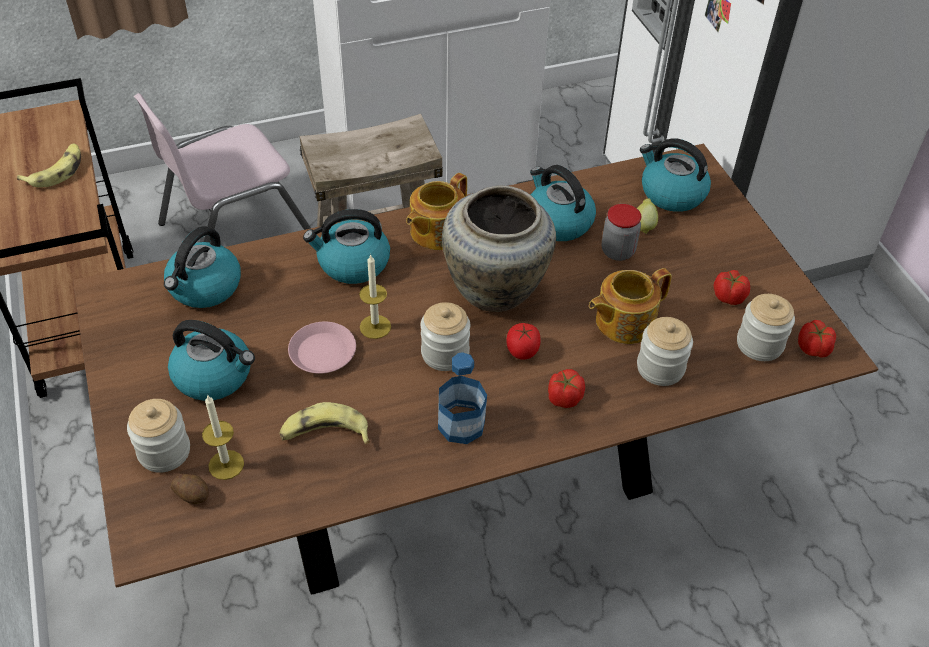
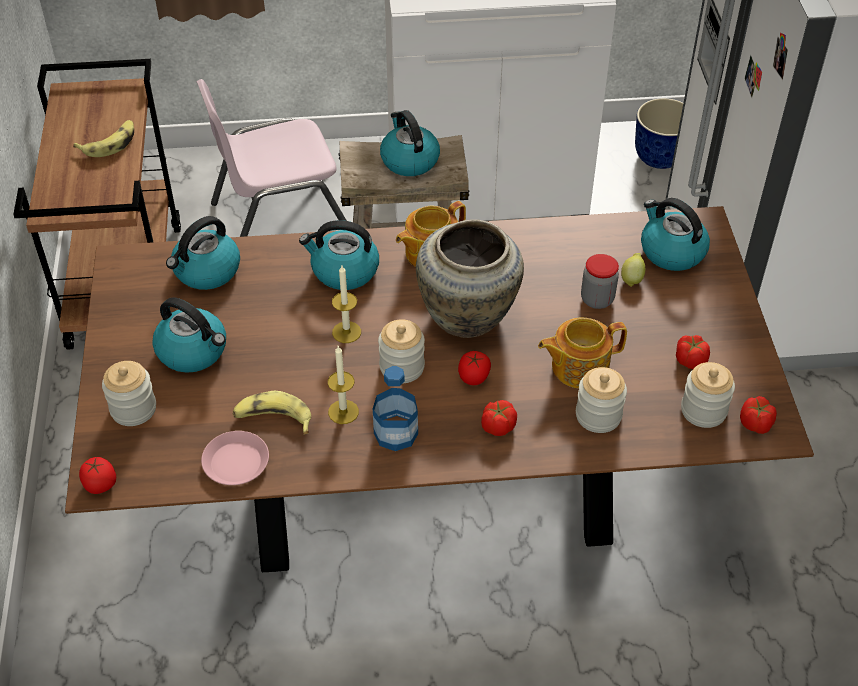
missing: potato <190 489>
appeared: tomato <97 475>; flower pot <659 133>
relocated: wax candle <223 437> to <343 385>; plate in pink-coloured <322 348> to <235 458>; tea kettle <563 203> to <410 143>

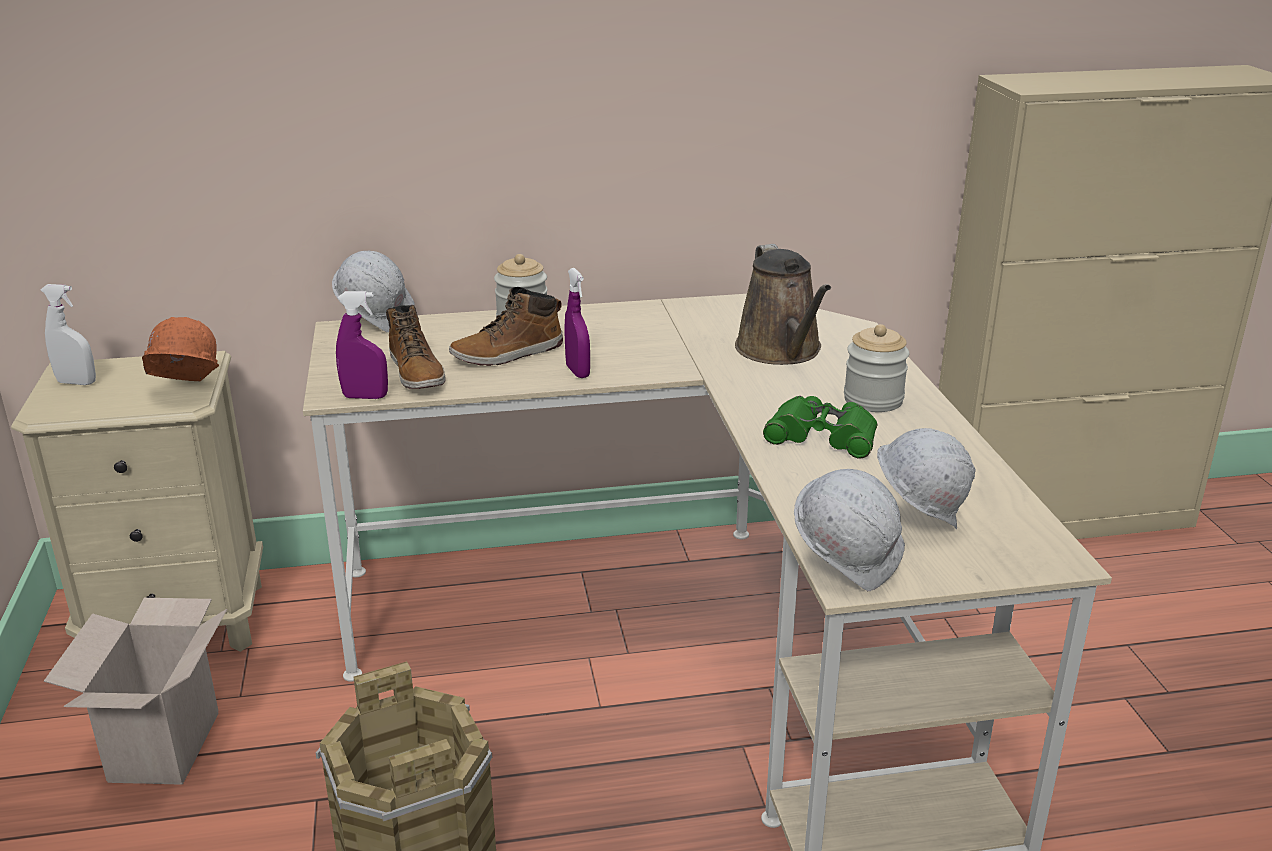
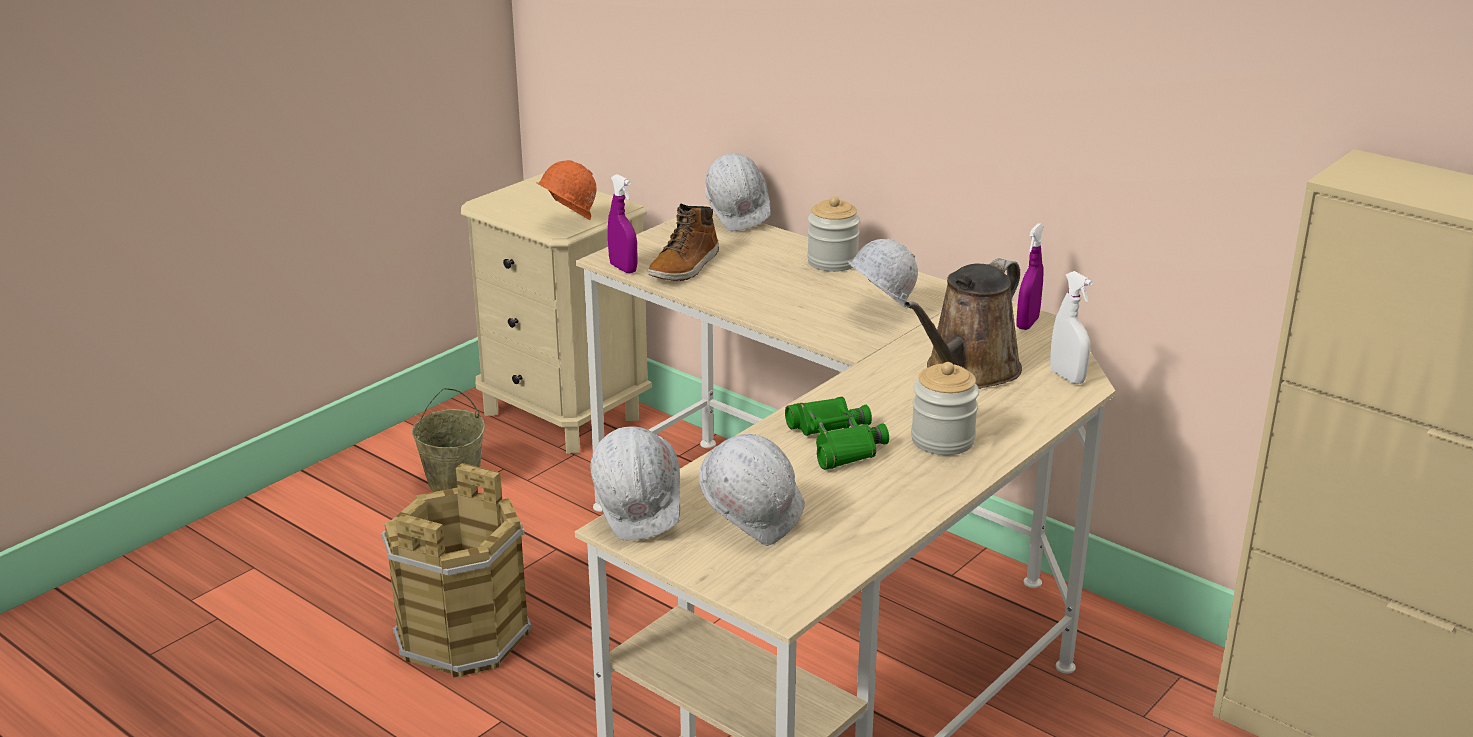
missing: tall boot <506 326>
appeared: safety helmet in whitish <883 274>
relocated: sprayer in whitish <68 334> to <1071 327>; sprayer in purplish <577 323> to <1030 276>
exchanged: carton <135 691> to water bucket in beige-coloured <448 440>

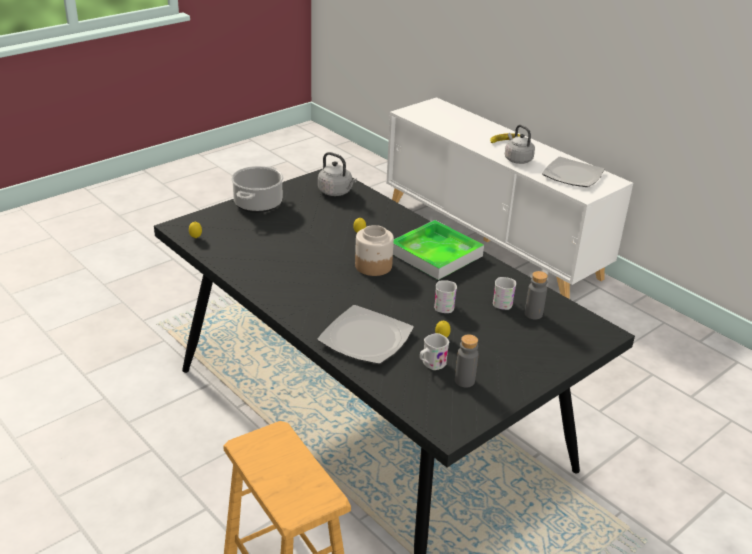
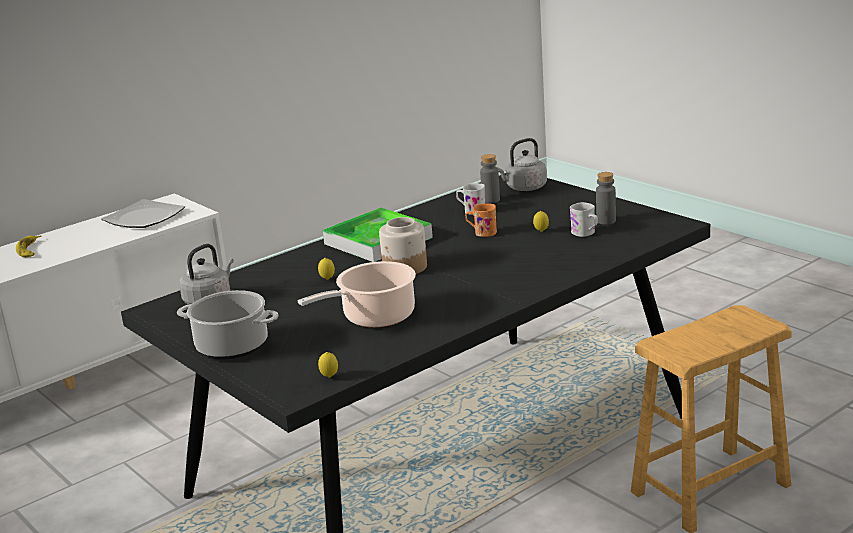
missing: plate <365 334>
appeared: stockpot <357 294>
relocated: tea kettle in gray <520 144> to <522 164>
colour: tea mug in whitish <445 296> to tea mug in orange <481 220>

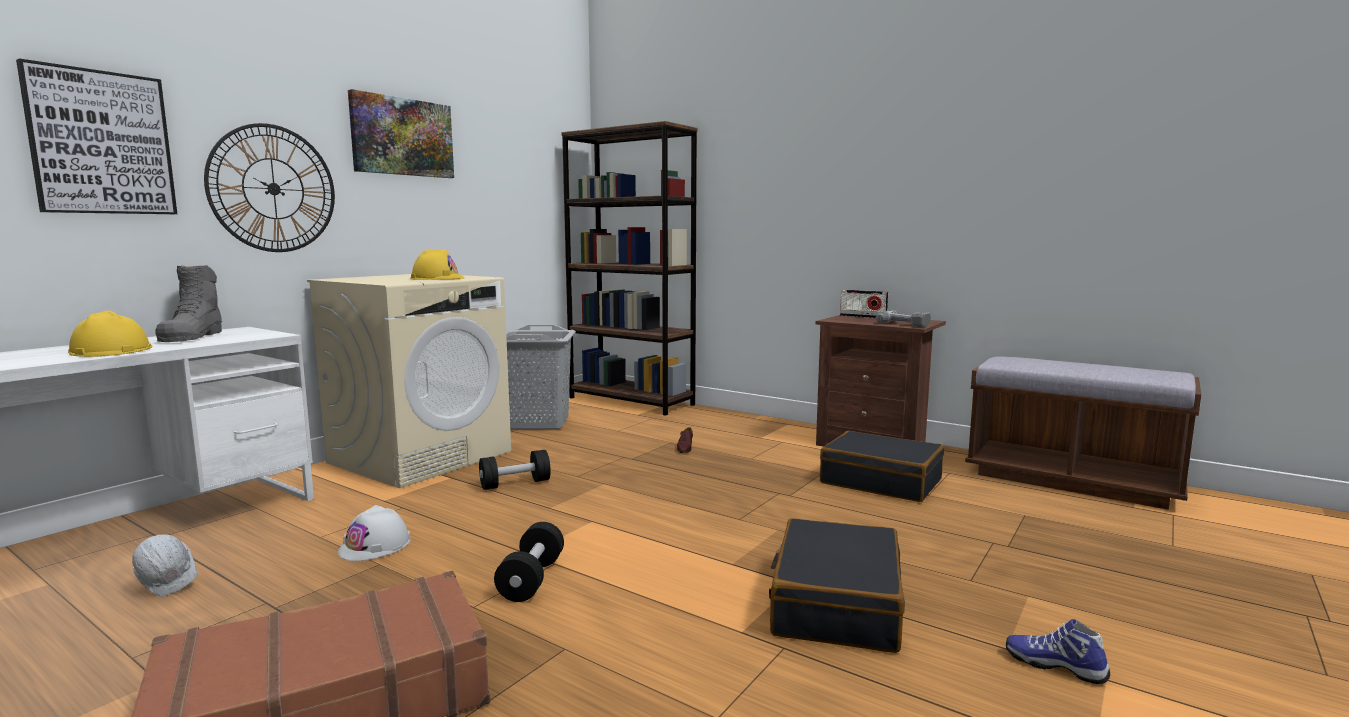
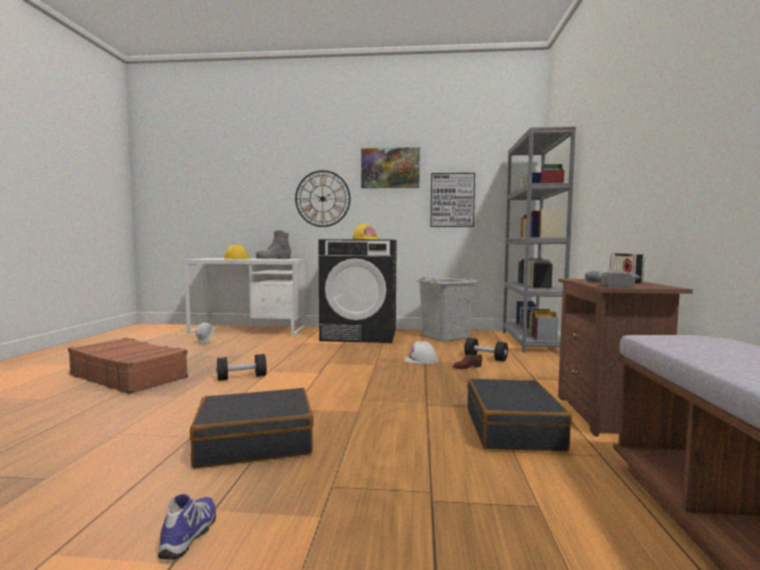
relocated: picture <96 136> to <452 200>; safety helmet in whitish <374 533> to <421 352>; hand weight in black <515 470> to <486 350>
colour: washing machine in beige-coloured <409 381> to washing machine in black <357 291>; bookcase in brown <629 268> to bookcase in gray <539 239>

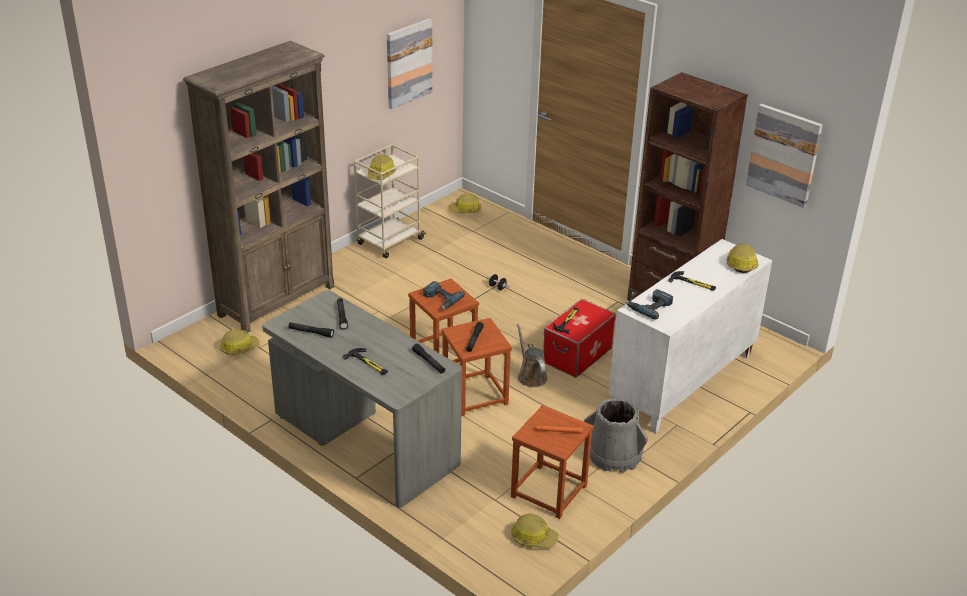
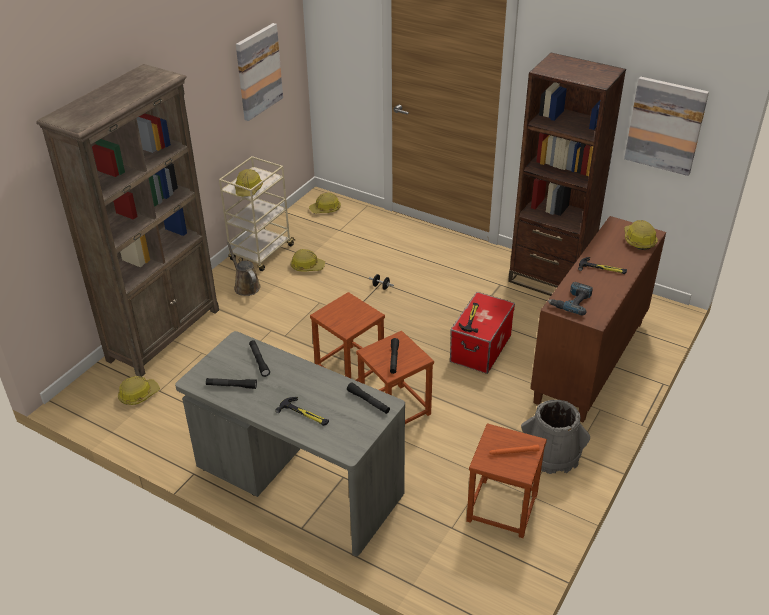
missing: drill <444 295>
relocated: safety helmet <535 530> to <307 260>; watering can in brown <532 355> to <244 269>
colour: storage cabinet in whitish <690 336> to storage cabinet in brown <598 319>

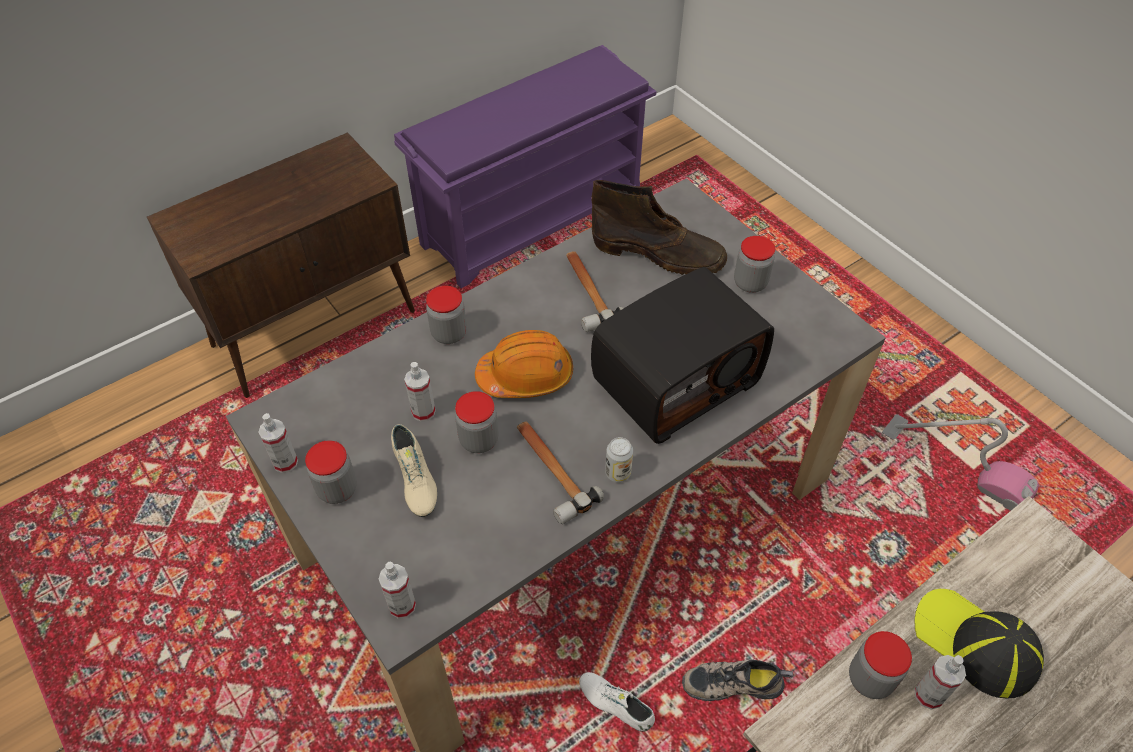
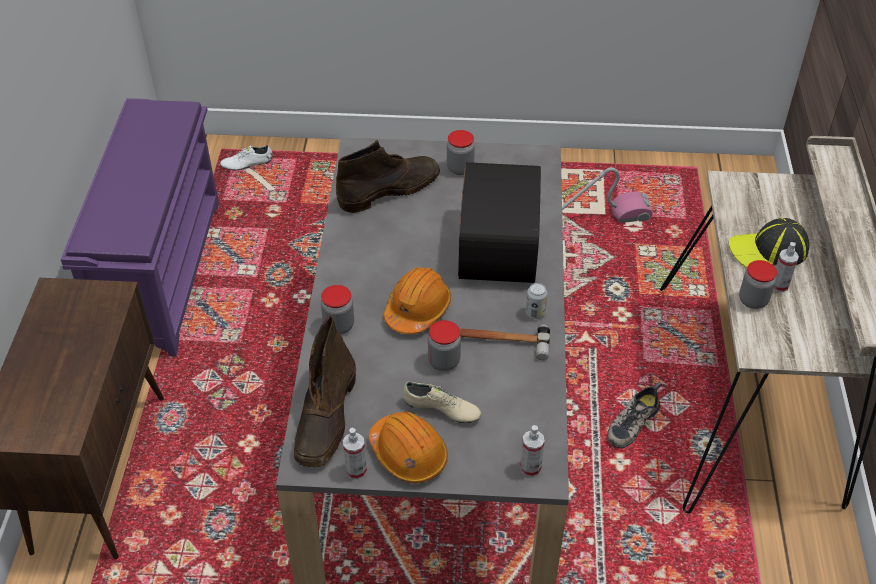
missing: sprayer <420 392>; tool hammer <594 291>
appeared: tall boot in brown <325 391>
relocated: shoe in whitish <617 702> to <246 158>
exchanged: preserve jar <331 472> to safety helmet in orange <408 447>

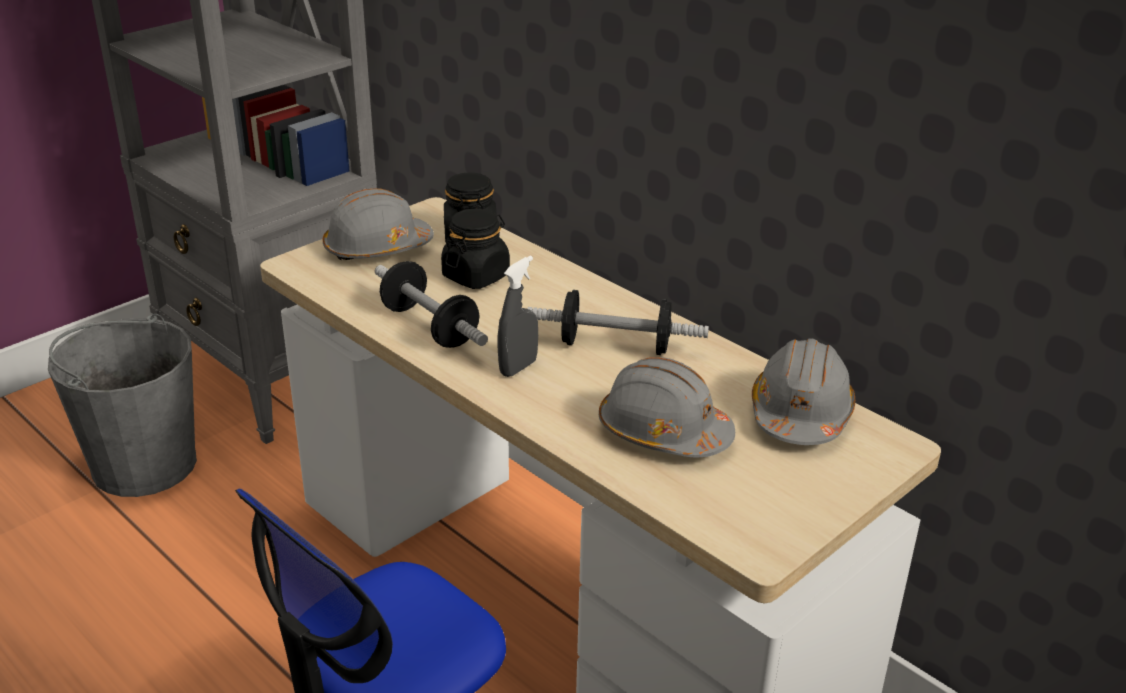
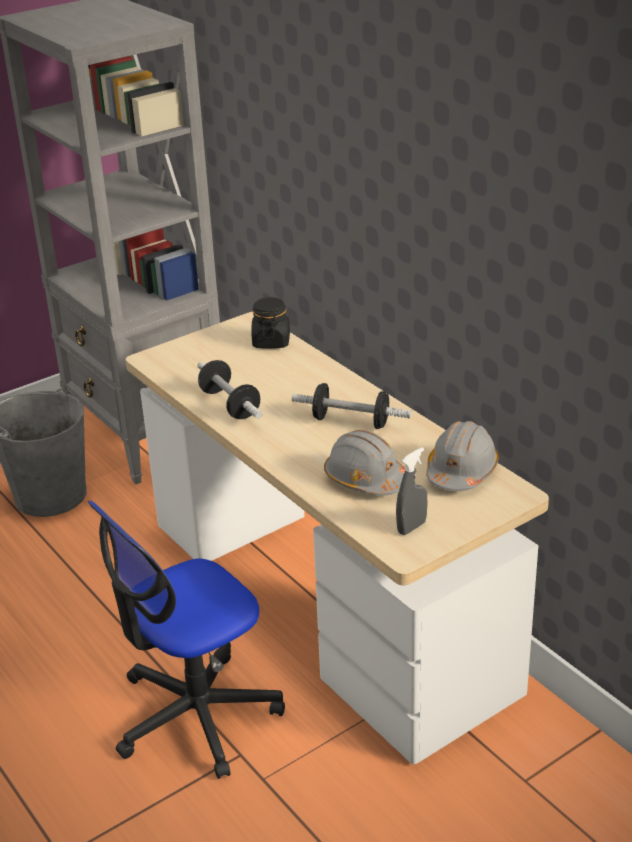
missing: safety helmet in gray <378 224>; preserve jar in black <475 249>
relocated: sprayer in gray <517 316> to <411 491>

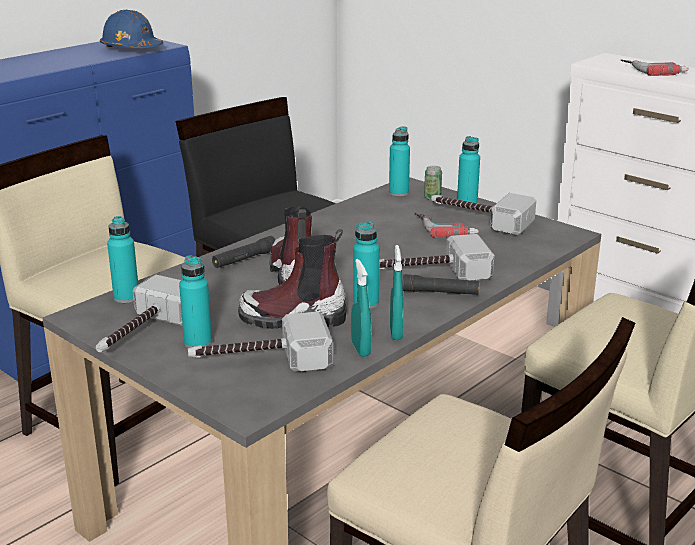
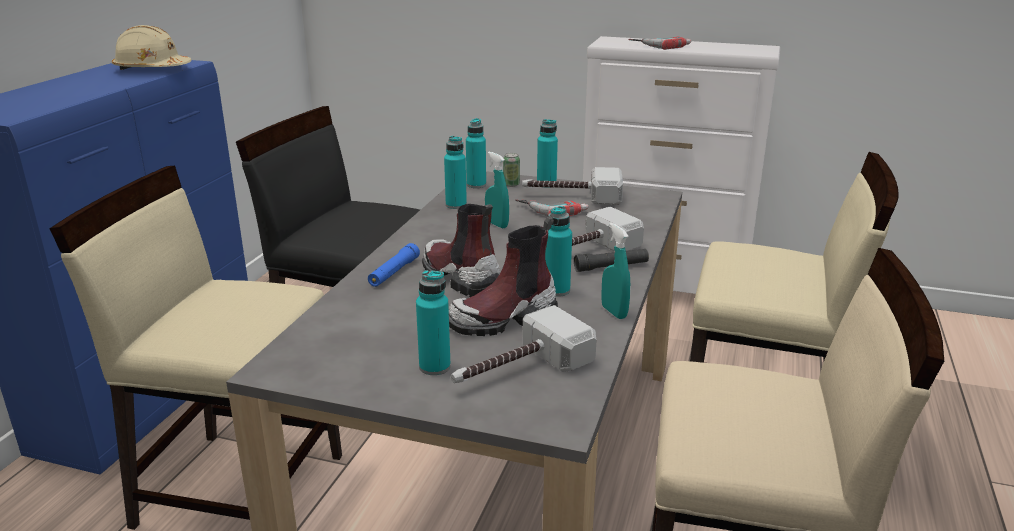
missing: tool hammer <139 313>
relocated: drink bottle in turquoise-coloured <122 259> to <455 172>; sprayer in turquoise-coloured <361 308> to <497 190>
colour: safety helmet in blue <131 29> to safety helmet in beige-coloured <151 47>; hand torch in black <244 252> to hand torch in blue <394 265>

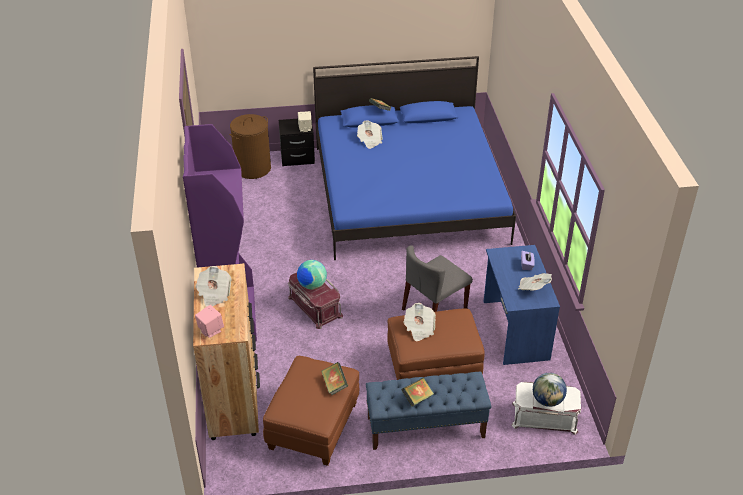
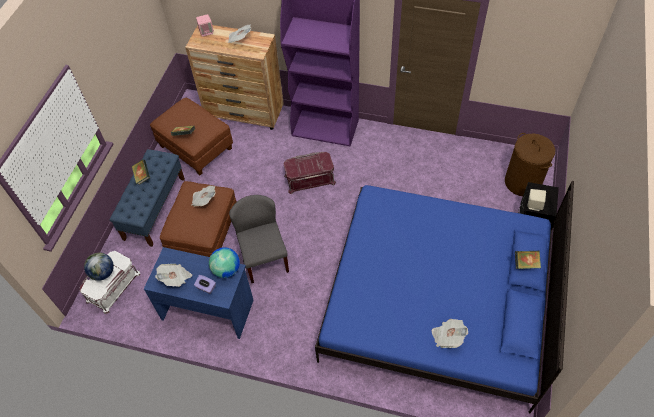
relocated: desk globe <312 275> to <224 262>; printed paper <369 134> to <450 333>

